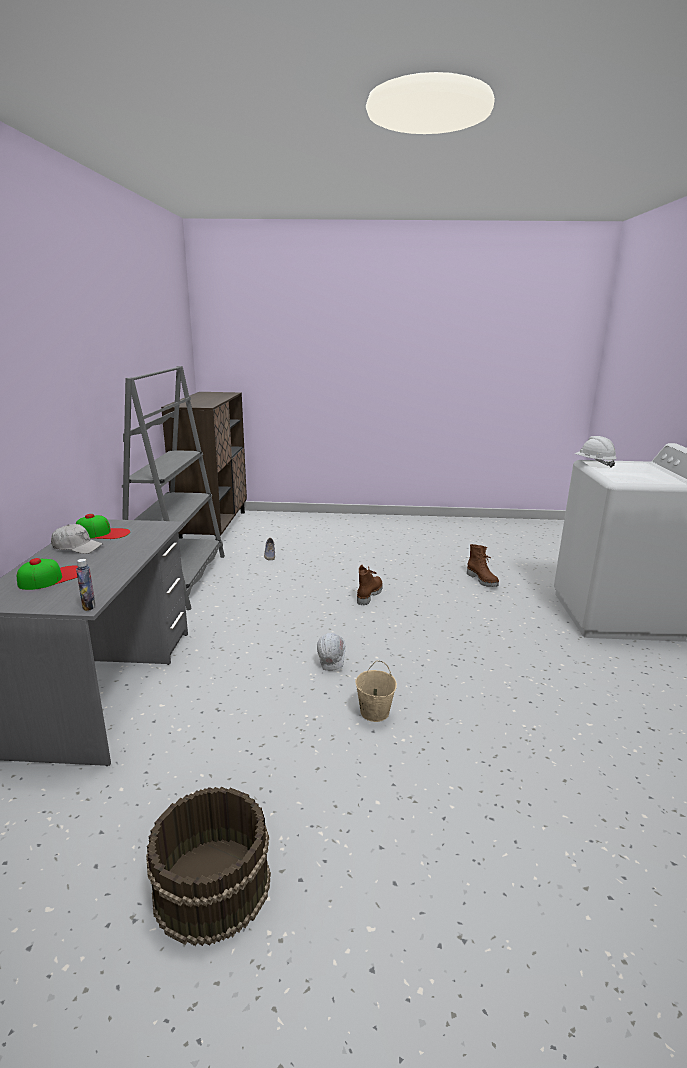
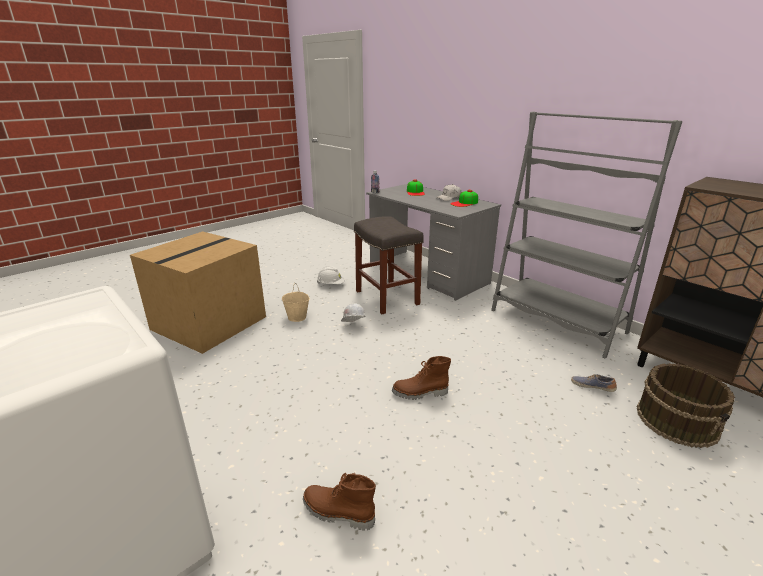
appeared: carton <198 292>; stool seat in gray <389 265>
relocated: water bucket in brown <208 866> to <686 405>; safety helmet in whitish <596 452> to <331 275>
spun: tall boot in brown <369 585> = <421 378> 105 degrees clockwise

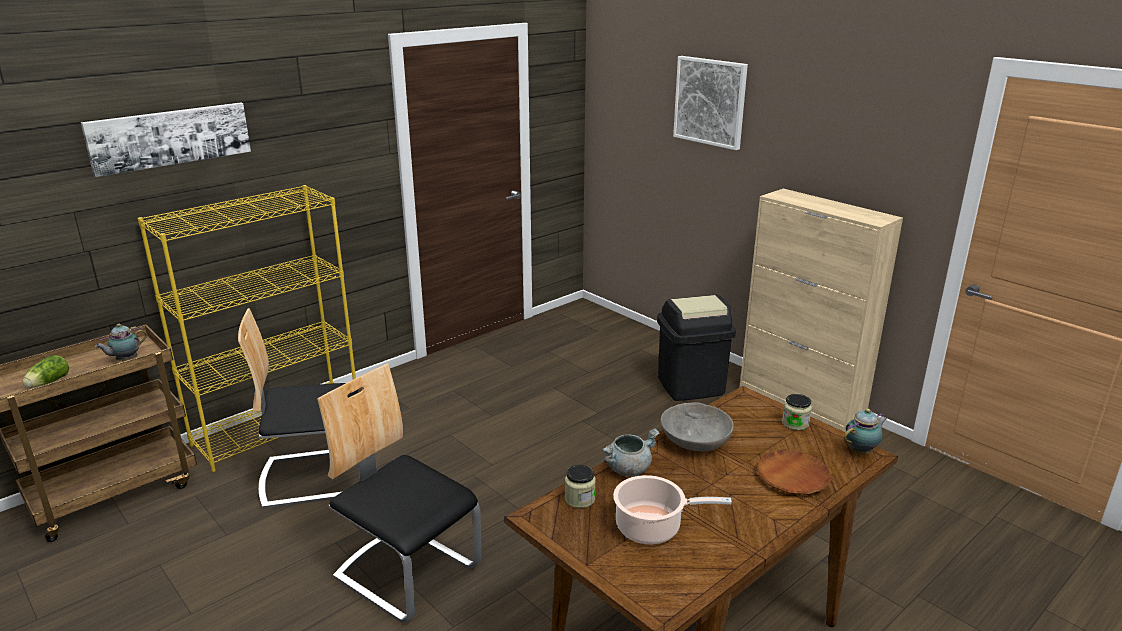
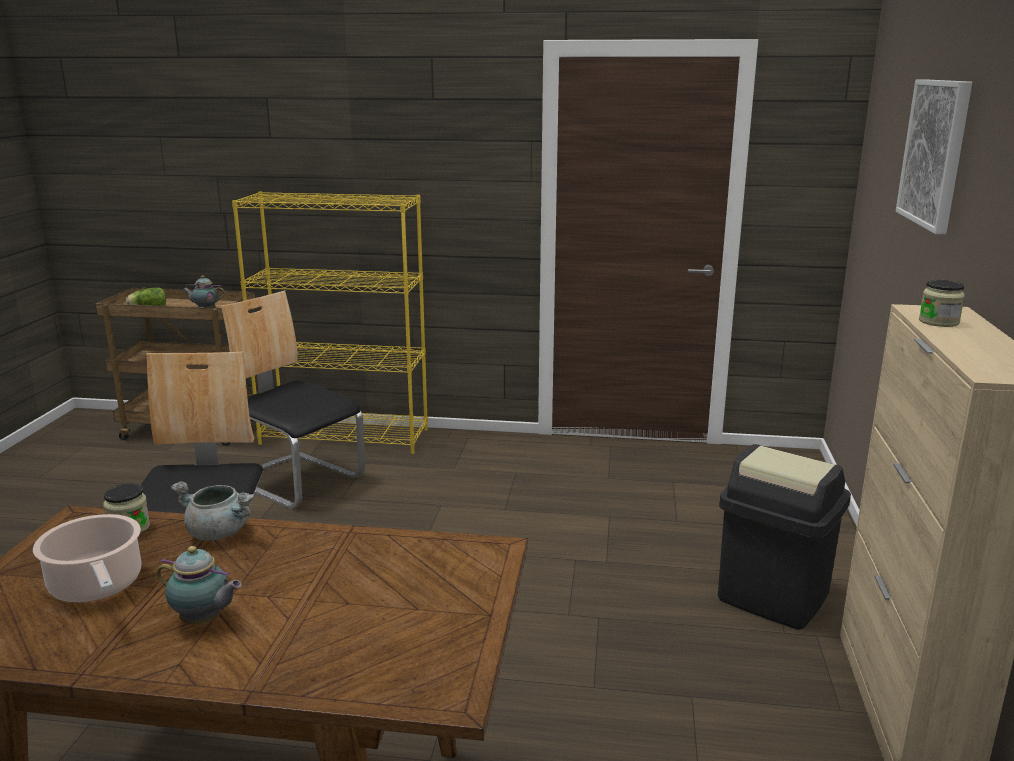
missing: picture <165 139>; deep dish in gray <697 426>; plate in brown <794 472>
relocated: preserve jar <797 412> to <942 303>; teapot <865 431> to <199 585>

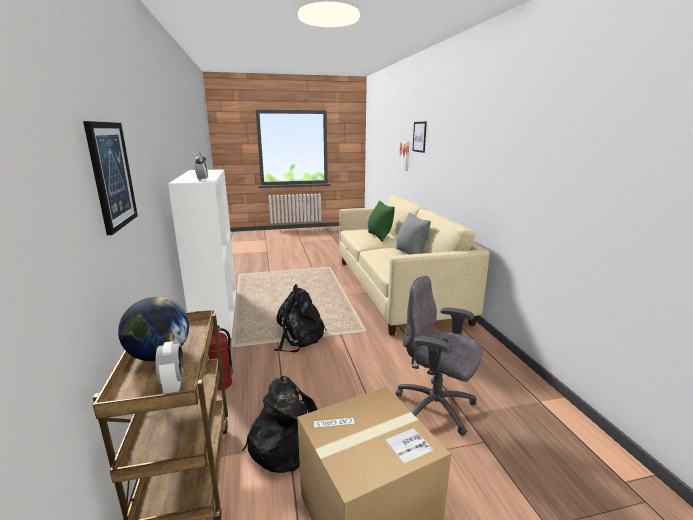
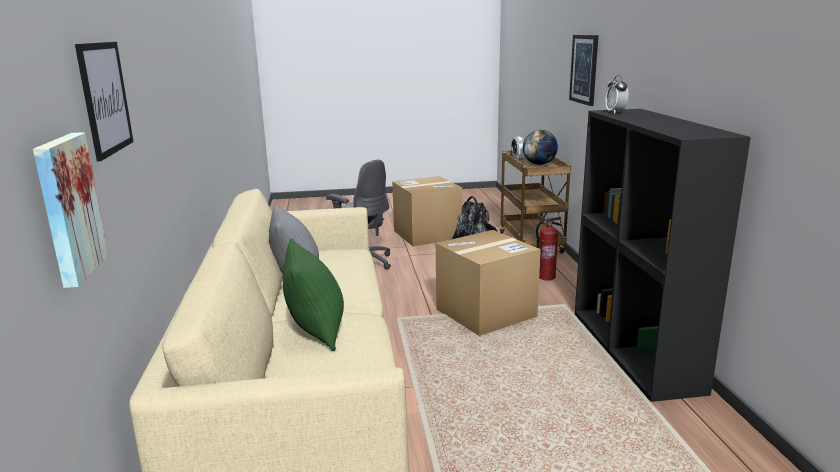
exchanged: rucksack in black <300 318> to carton <488 283>
colour: bookcase in whitish <202 254> to bookcase in black <663 255>

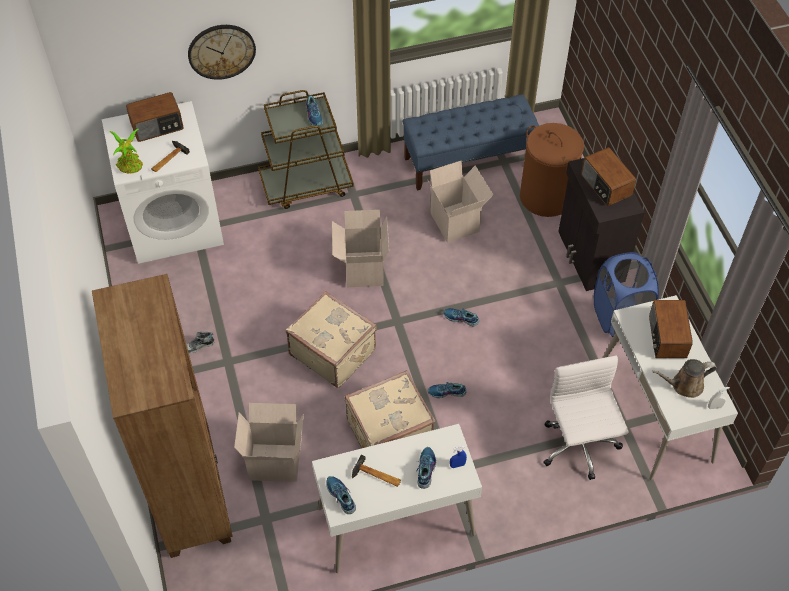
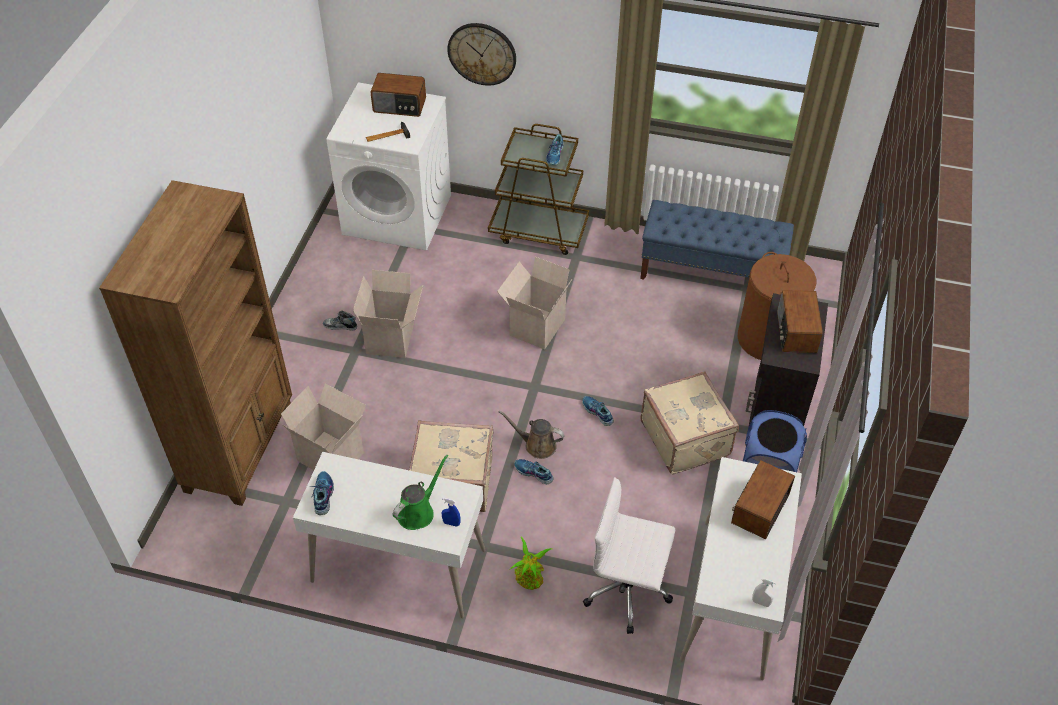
missing: tool hammer <376 471>
relocated: houseplant <126 151> to <531 563>; travel case in beige-coloured <331 339> to <689 423>; carton <460 202> to <388 314>; watering can in brown <684 378> to <532 434>
exchanged: shoe <426 468> to watering can in greenish <420 492>
spun: office chair in whitish <585 417> = <629 555> 90 degrees counterclockwise

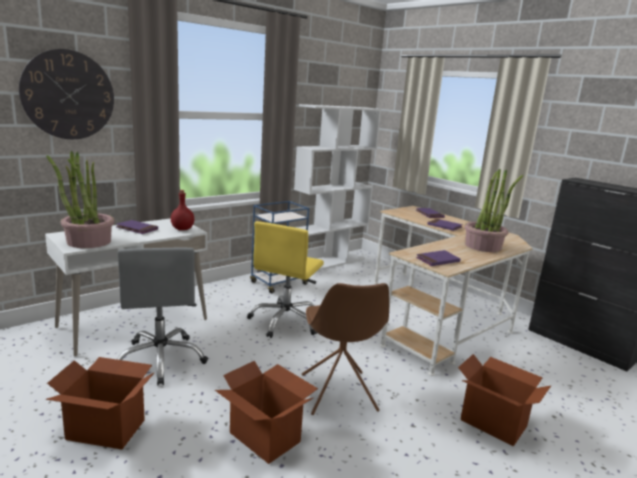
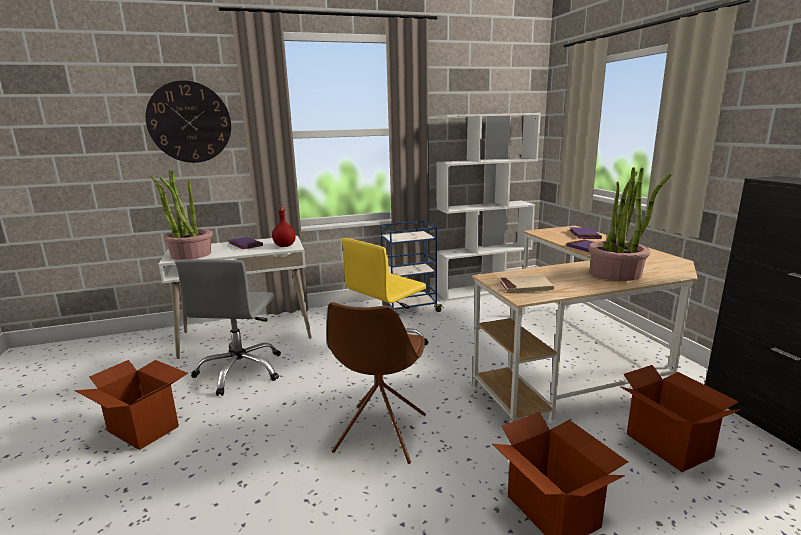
relocated: carton <266 412> to <681 418>
colour: book in purplish <438 258> to book in beige-coloured <526 284>

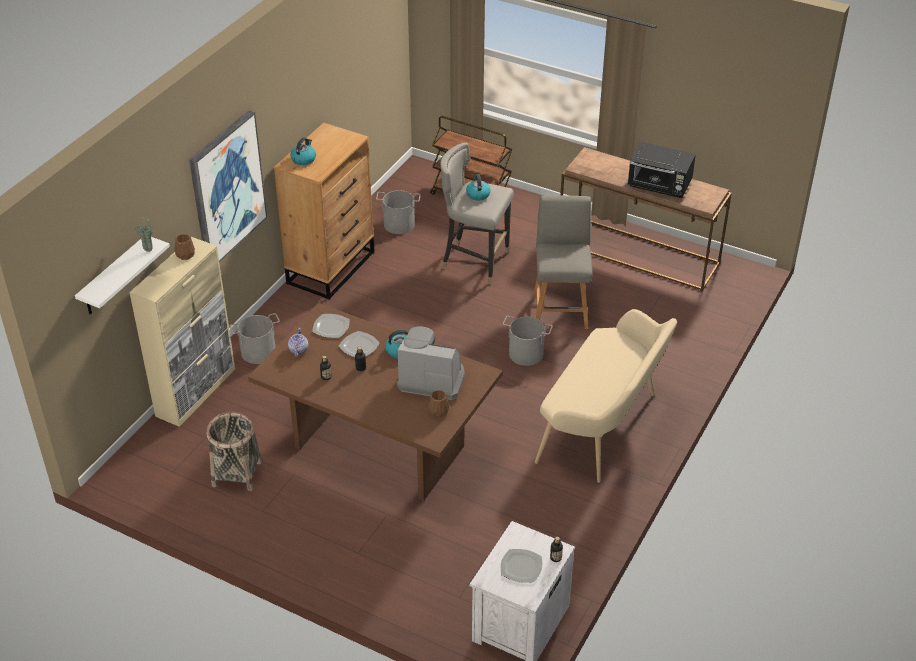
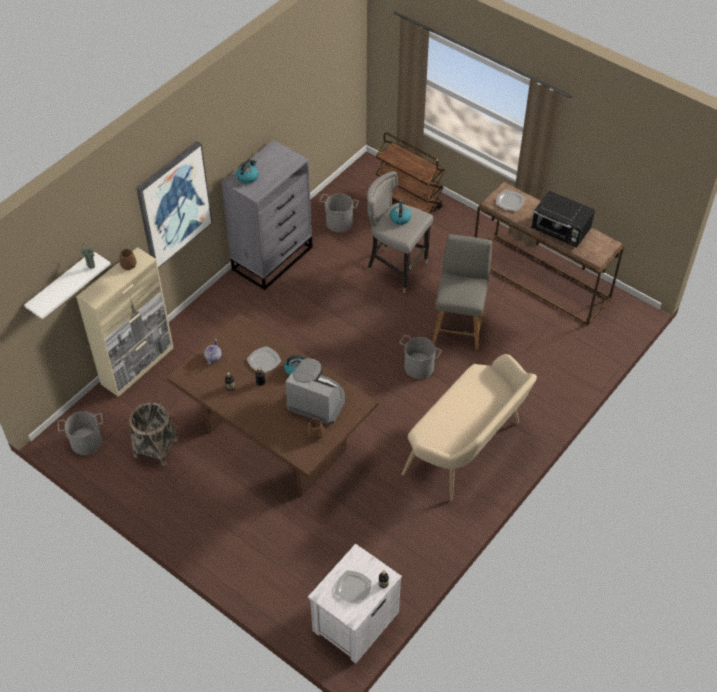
relocated: water bucket in gray <255 338> to <80 433>; plate <331 326> to <510 200>
colour: dresser in brown <324 211> to dresser in gray <267 215>

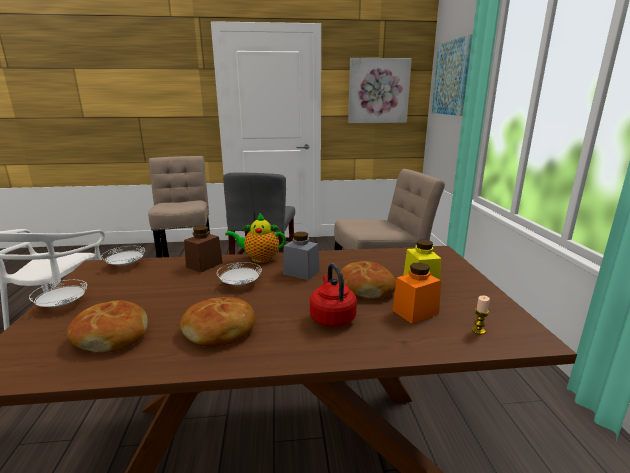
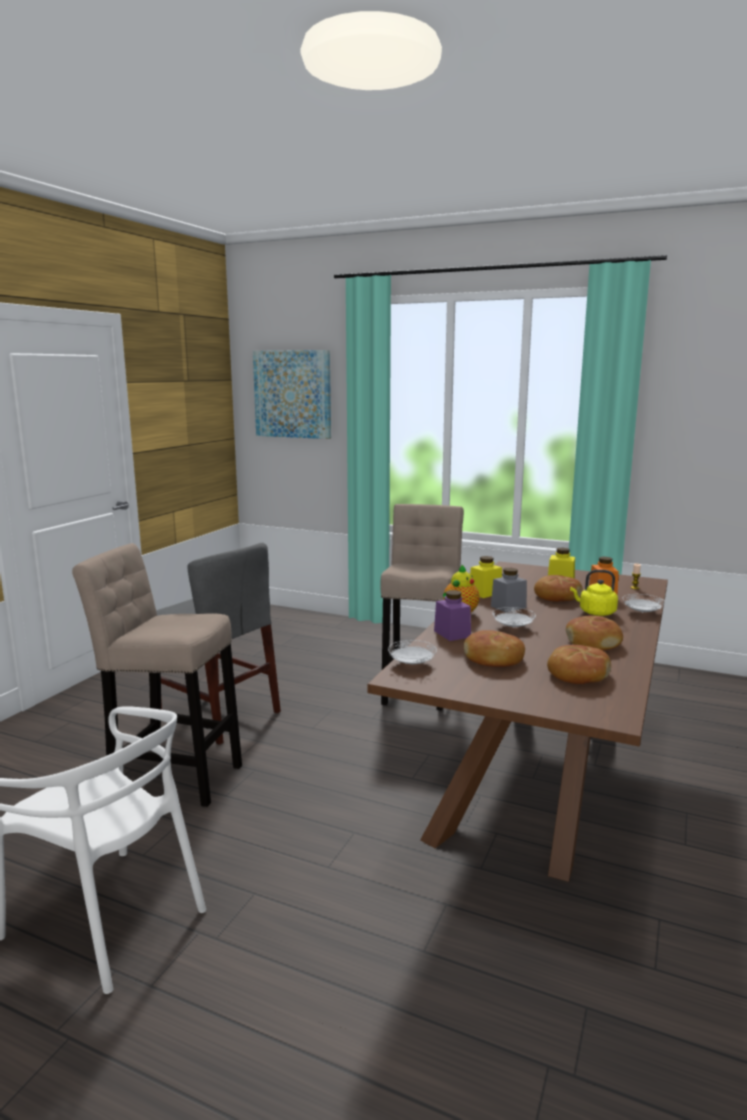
missing: picture <380 90>
appeared: bakery bread <494 648>; preserve jar in yellow <486 577>
relocated: plate in whitish <58 293> to <644 603>
colour: preserve jar in brown <203 249> to preserve jar in purplish <452 615>; tea kettle in red <333 295> to tea kettle in yellow <594 593>

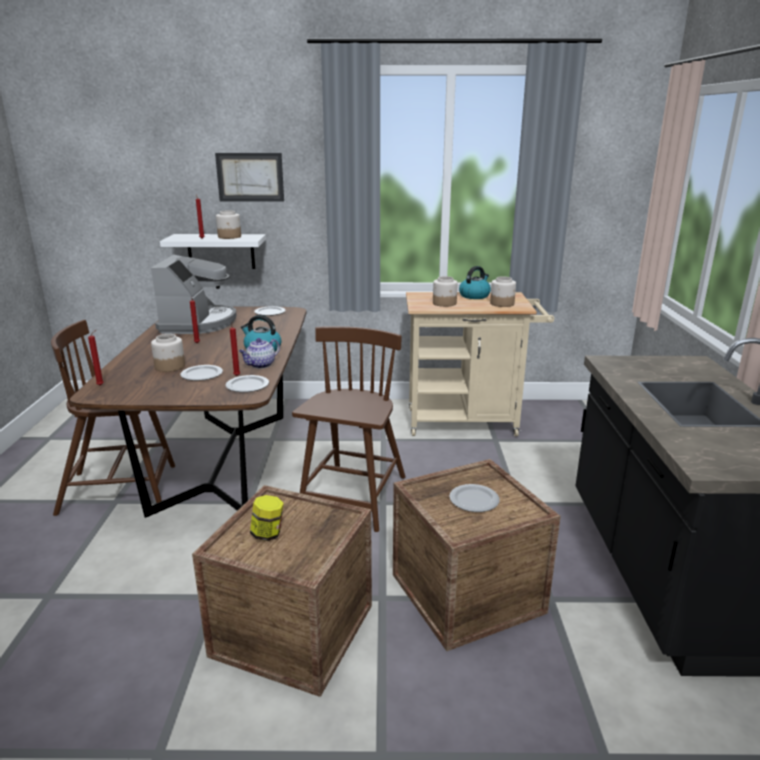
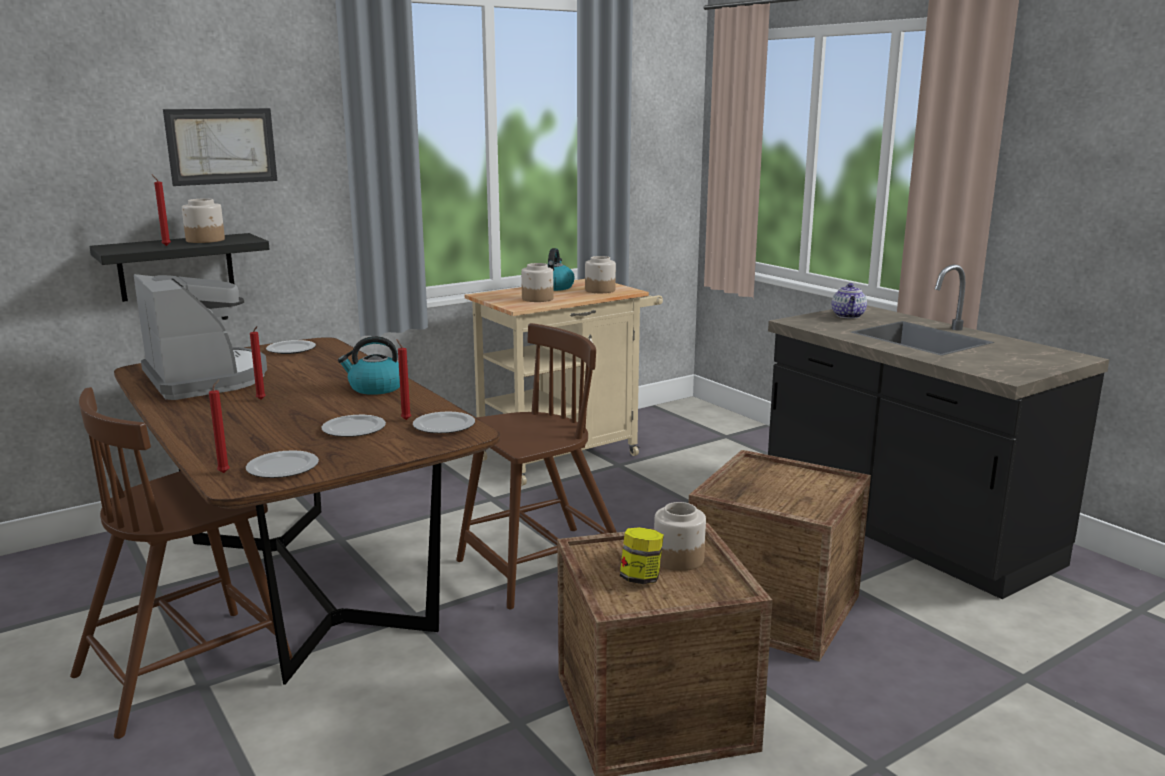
relocated: preserve jar <168 353> to <680 536>; teapot <259 353> to <849 301>; plate <474 498> to <282 464>
colour: wall shelf in whitish <213 251> to wall shelf in black <179 267>
spun: chair in brown <349 429> = <536 466> 75 degrees clockwise

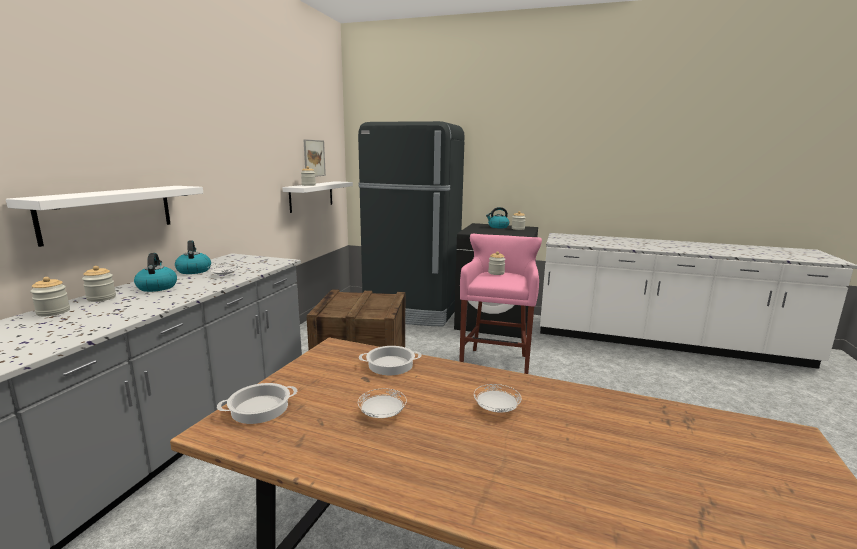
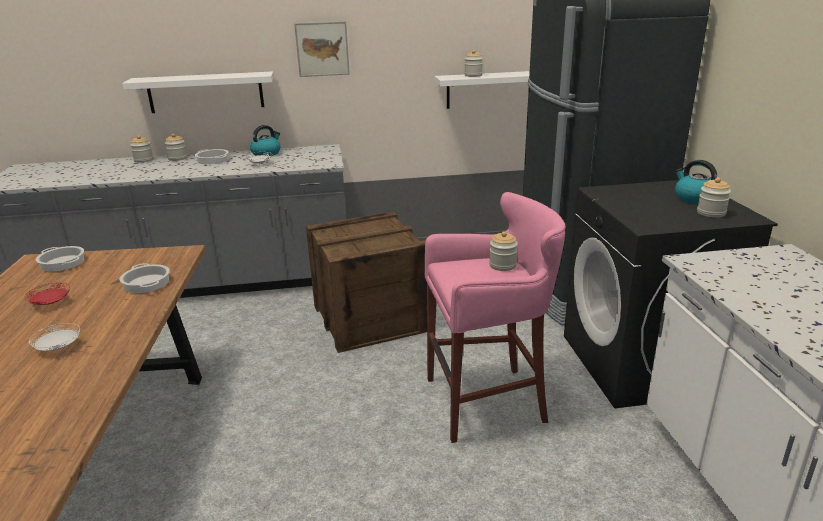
relocated: picture <314 158> to <322 49>
exchanged: tea kettle <155 272> to stockpot <212 156>
colour: plate in whitish <382 403> to plate in red <47 294>

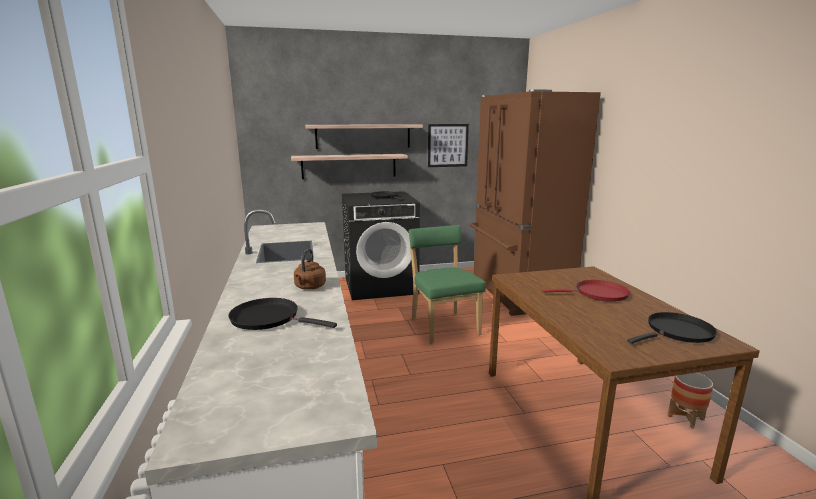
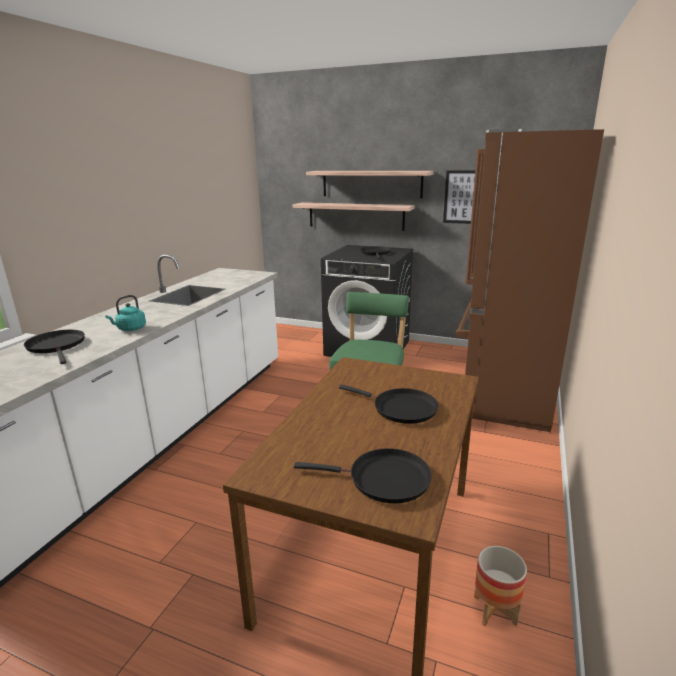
colour: tea kettle in brown <310 269> to tea kettle in turquoise-coloured <125 313>; pan in red <586 291> to pan in black <389 404>

